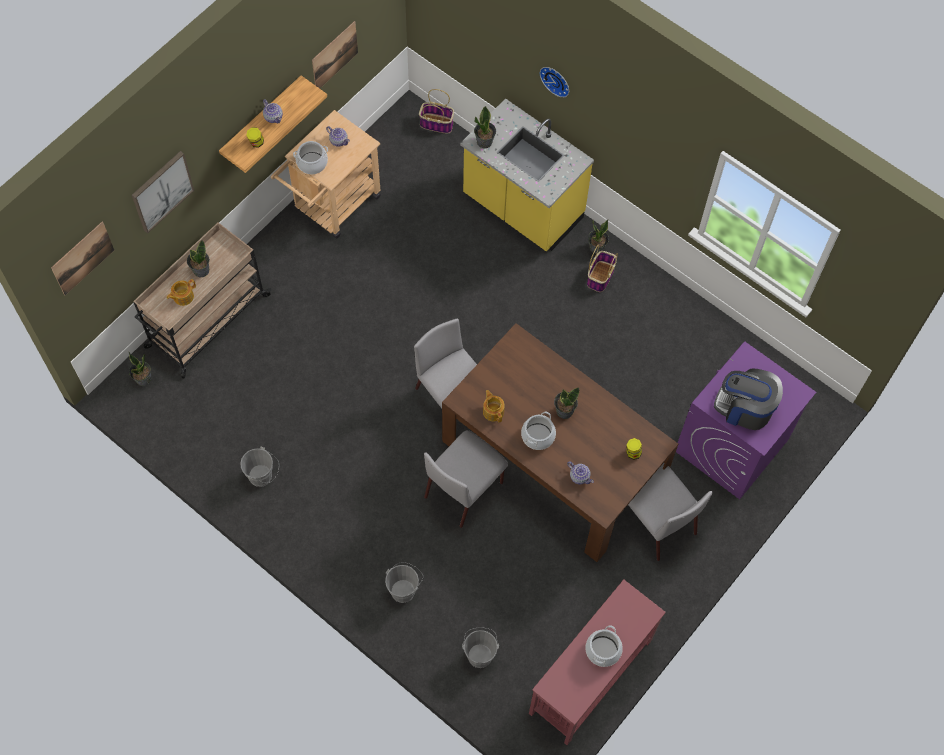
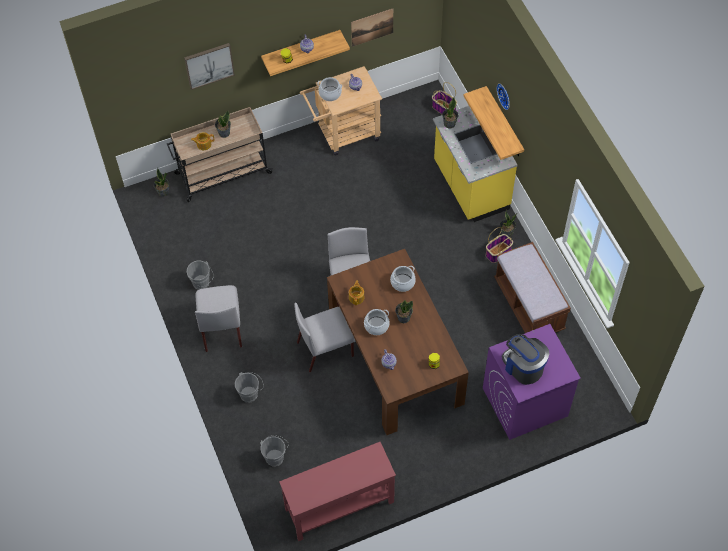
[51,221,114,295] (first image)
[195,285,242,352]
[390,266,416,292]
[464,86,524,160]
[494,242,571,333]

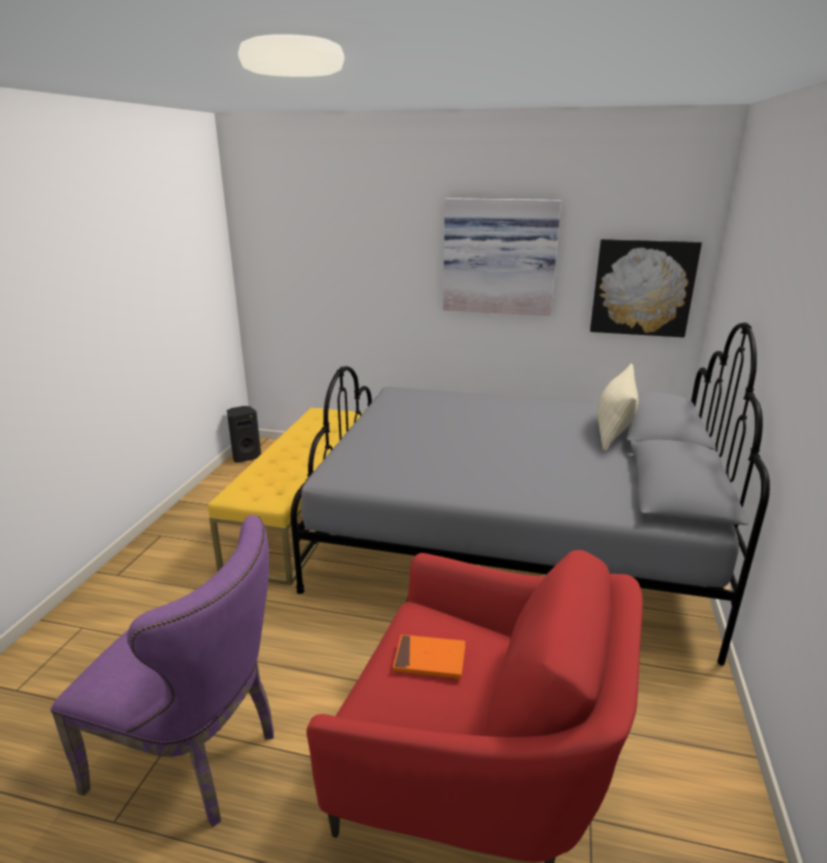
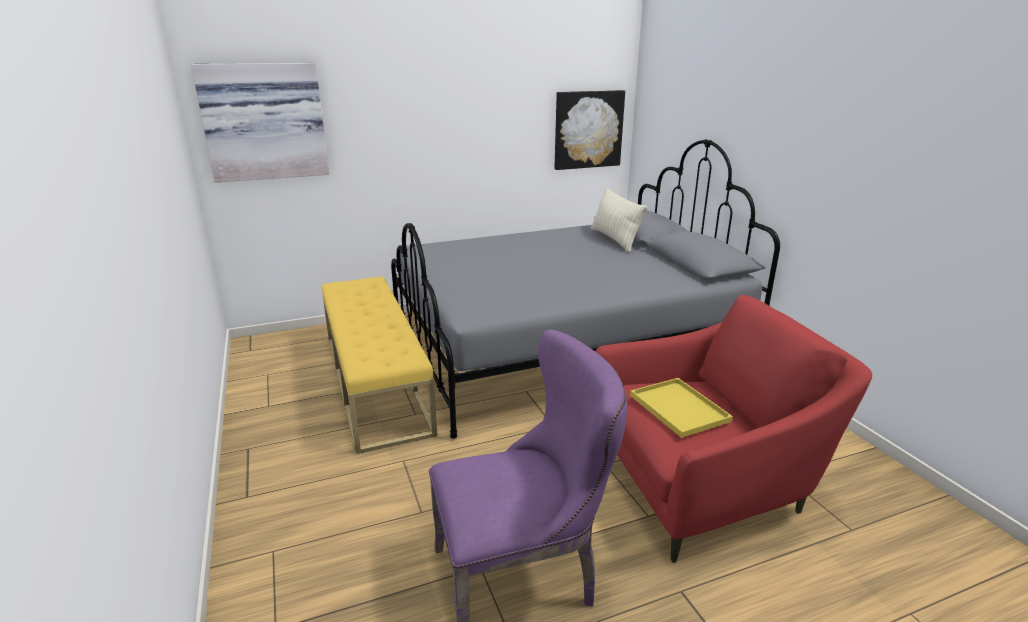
[191,63,329,183]
[227,406,261,463] (first image)
[630,378,733,438]

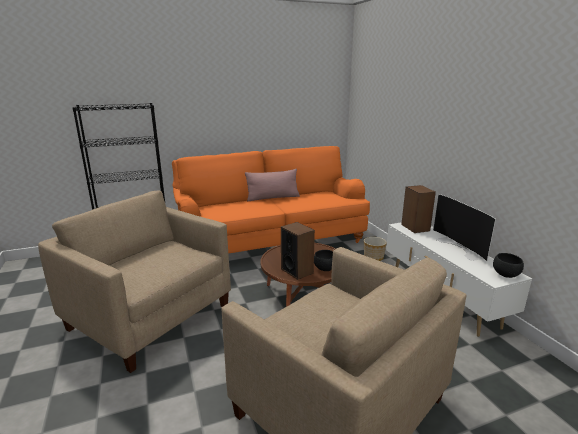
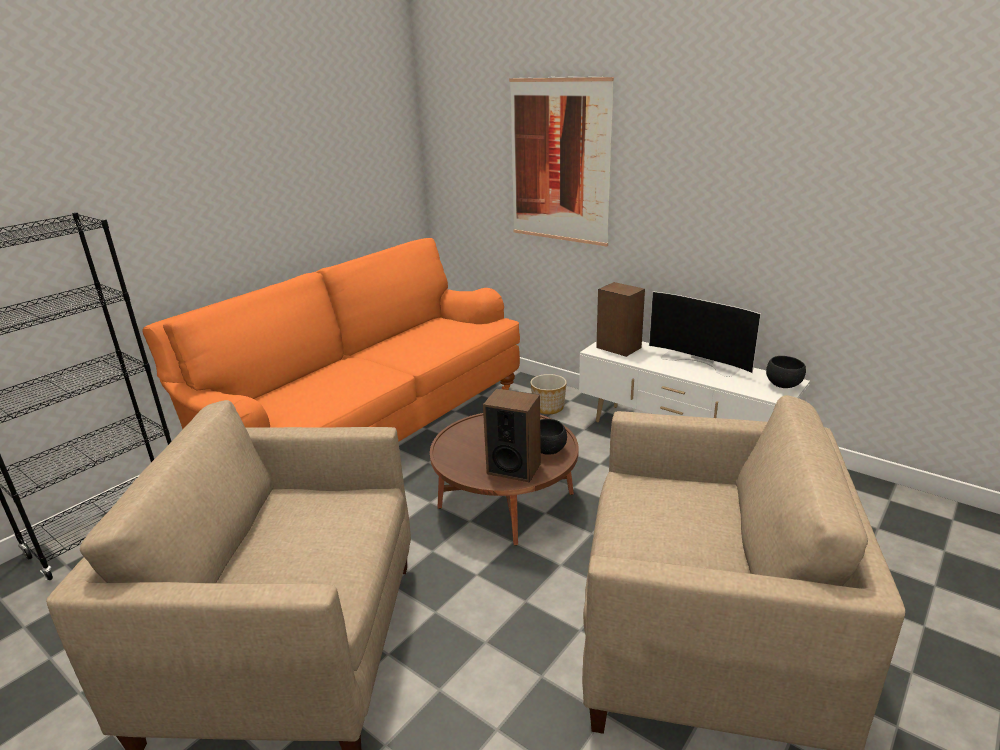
[245,169,300,201] (first image)
[509,76,614,246]

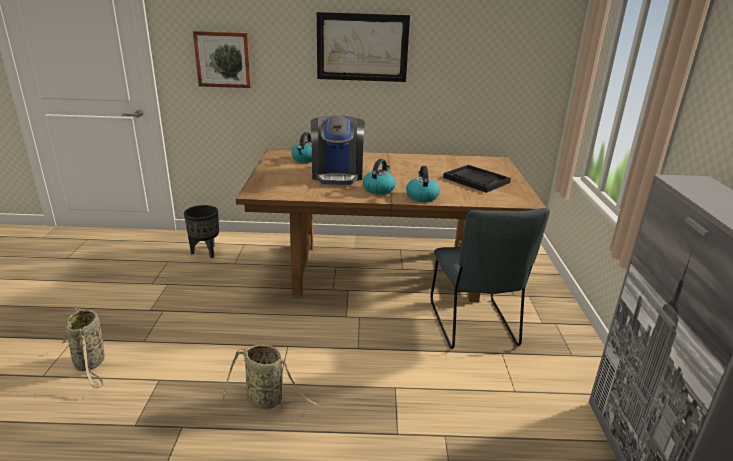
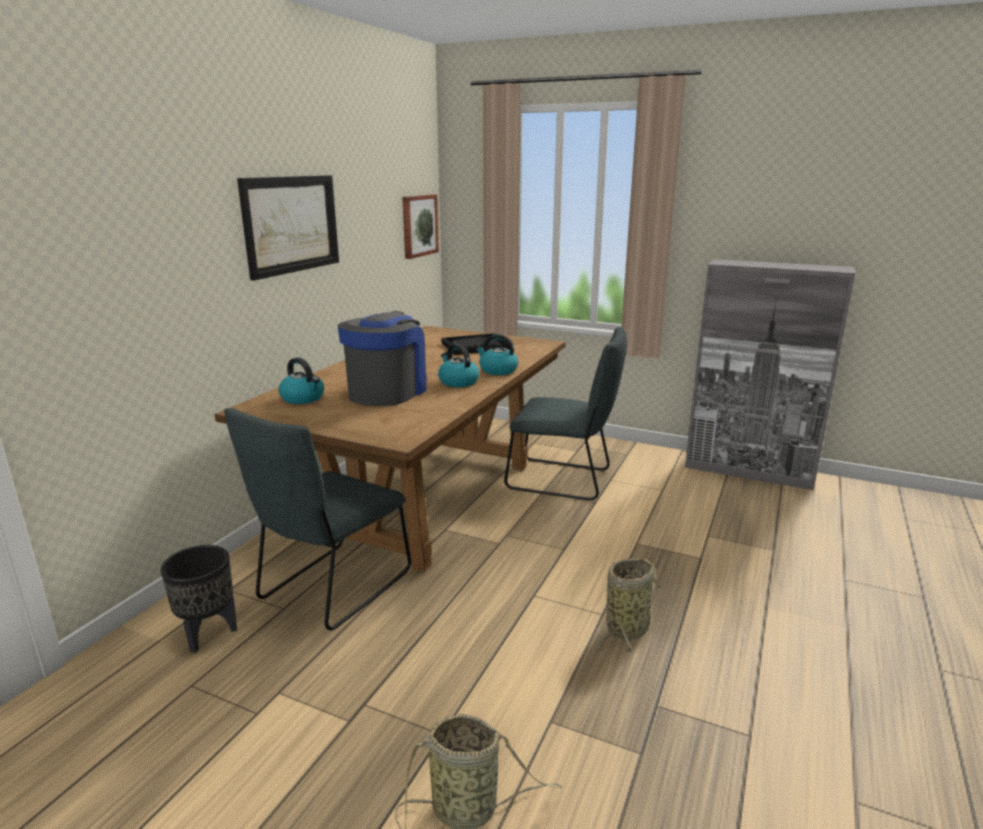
[402,194,439,259]
[337,311,427,406]
[224,408,411,630]

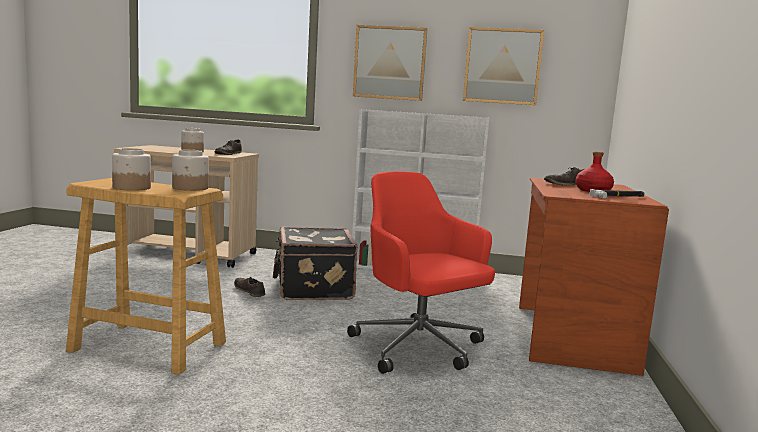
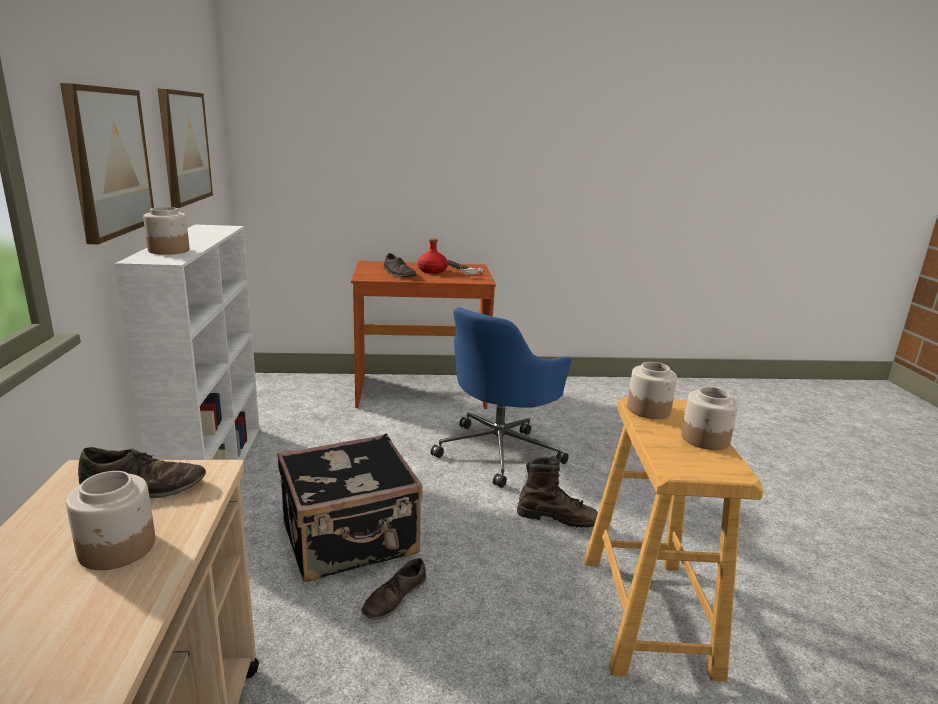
[431,307,571,488]
[143,207,190,255]
[517,456,598,528]

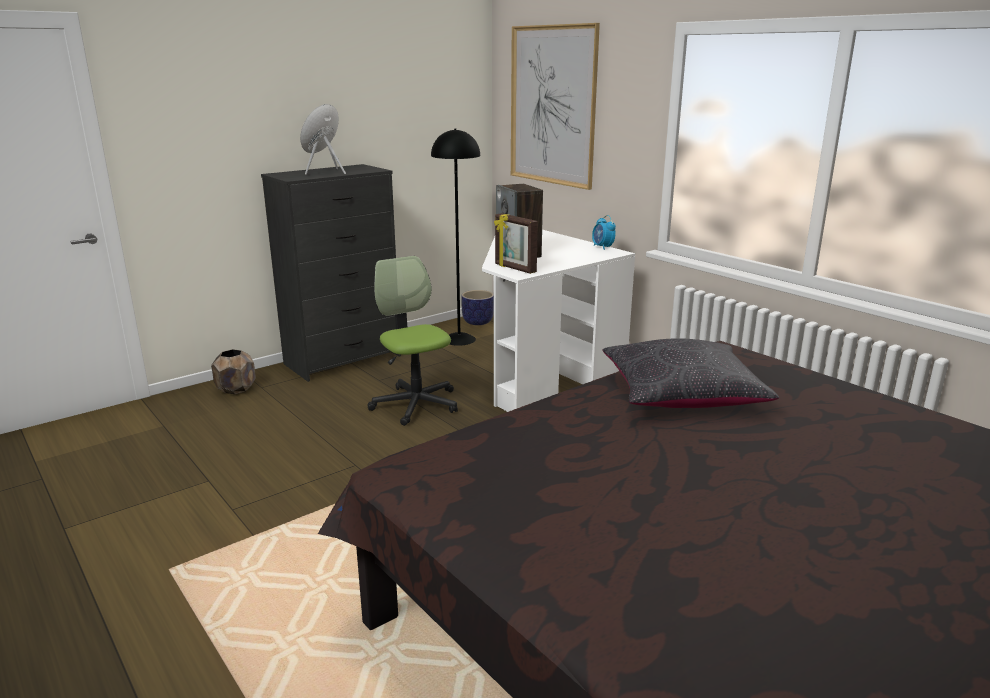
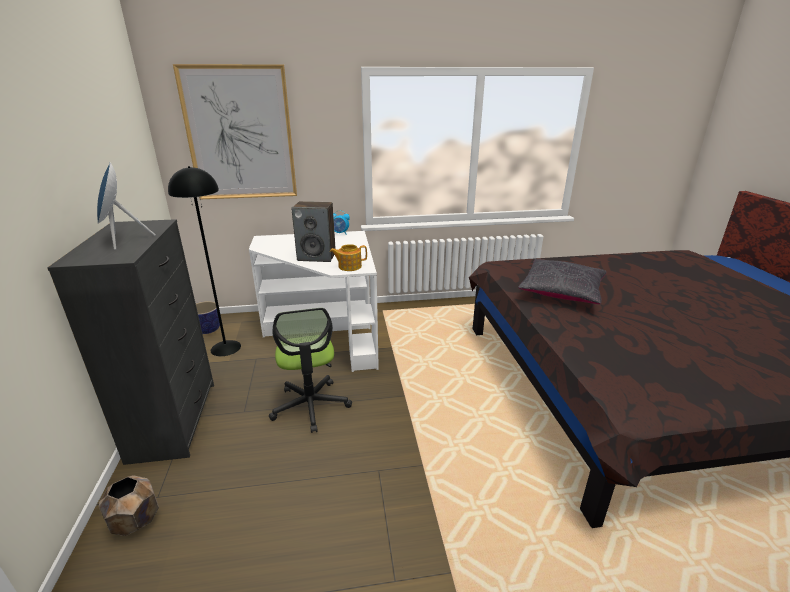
[330,244,367,271]
[269,308,352,433]

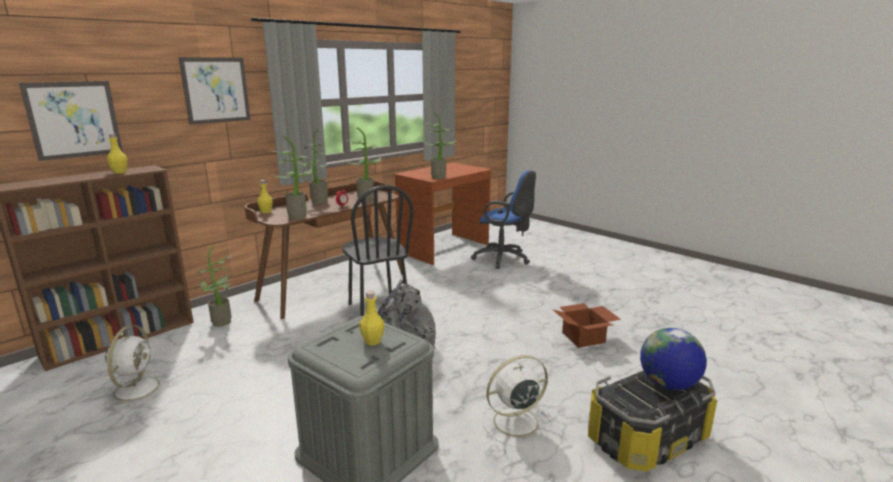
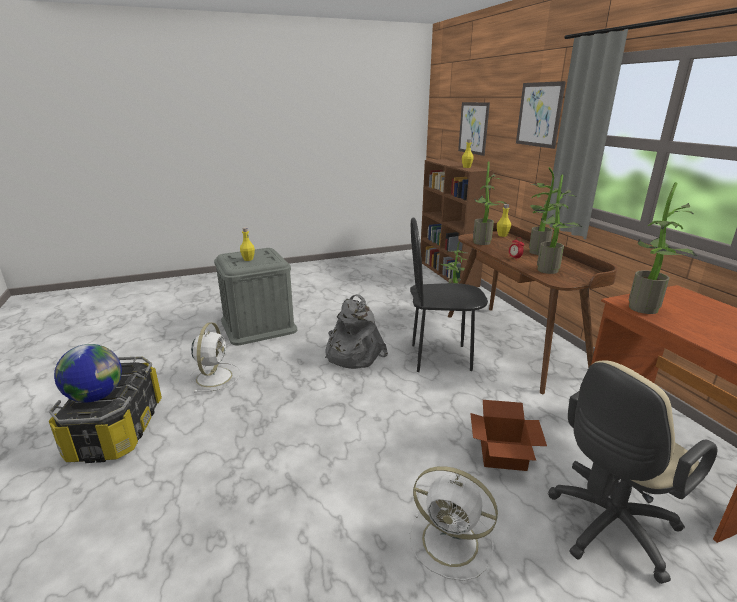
[548,360,717,584]
[470,400,547,471]
[410,466,498,581]

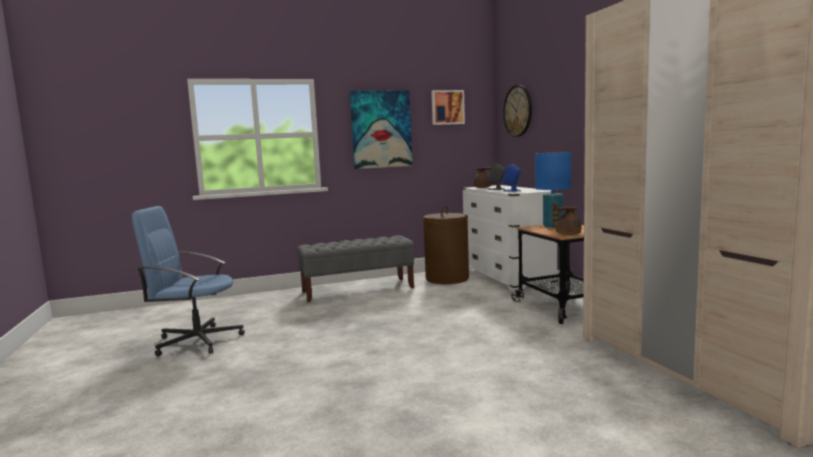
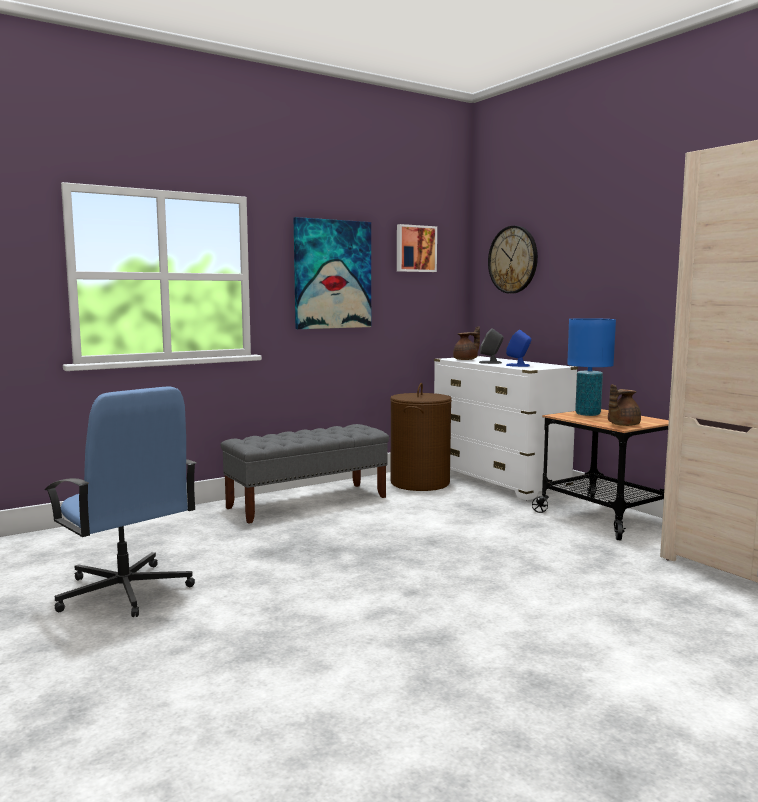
[45,386,196,617]

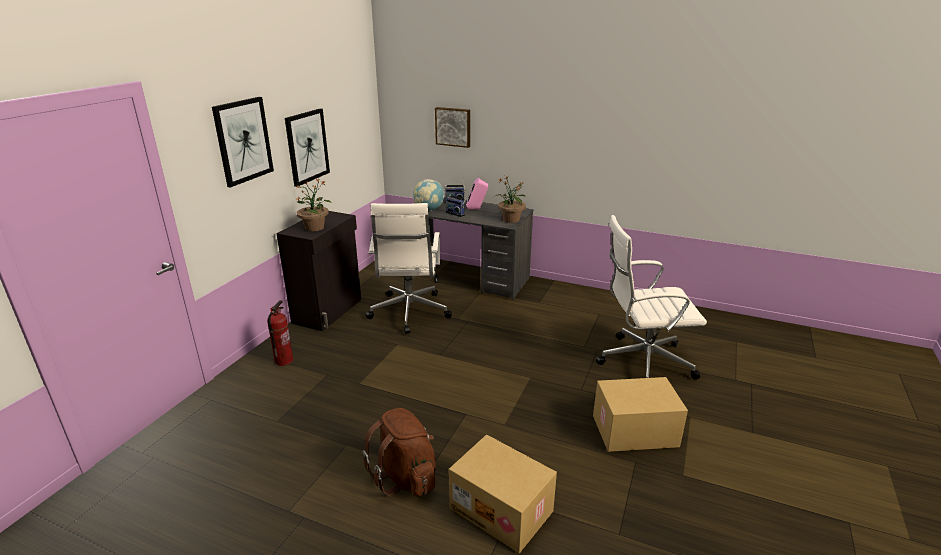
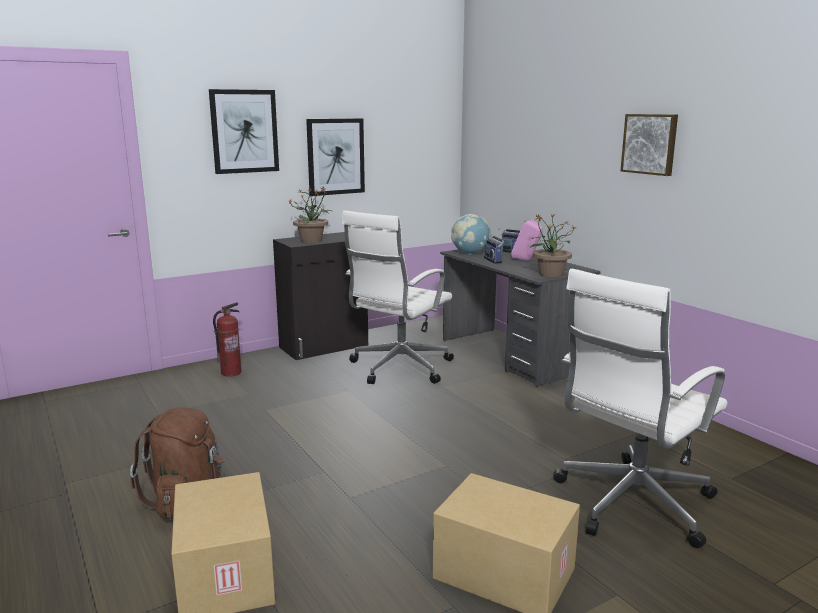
[620,114,678,176]
[554,269,727,548]

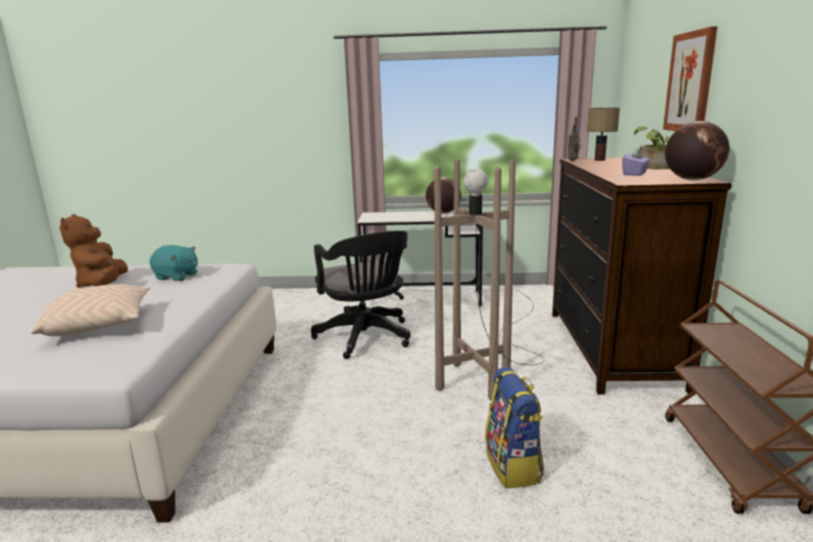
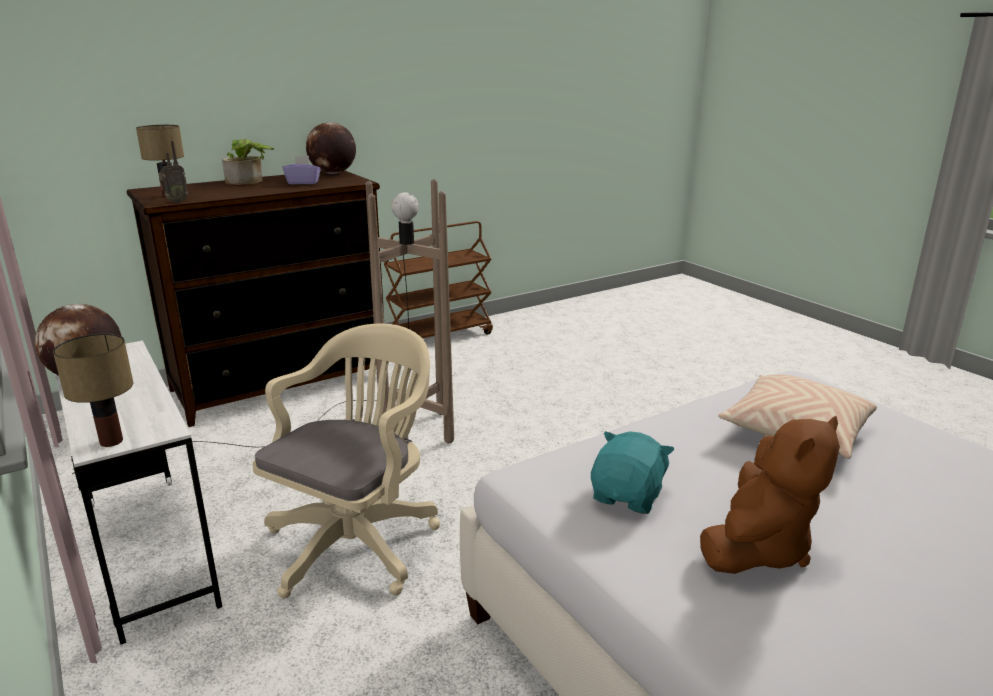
[663,26,718,131] (first image)
[252,323,440,598]
[591,431,675,514]
[485,367,544,488] (first image)
[53,333,133,447]

